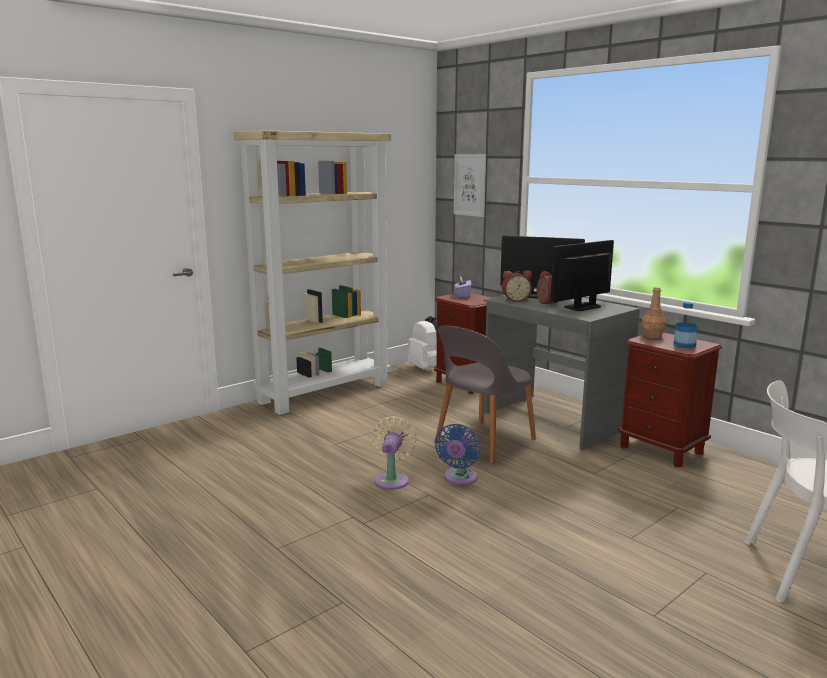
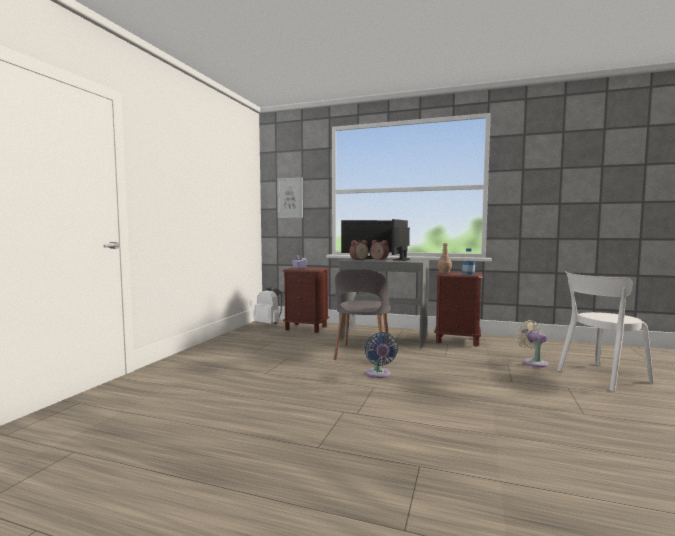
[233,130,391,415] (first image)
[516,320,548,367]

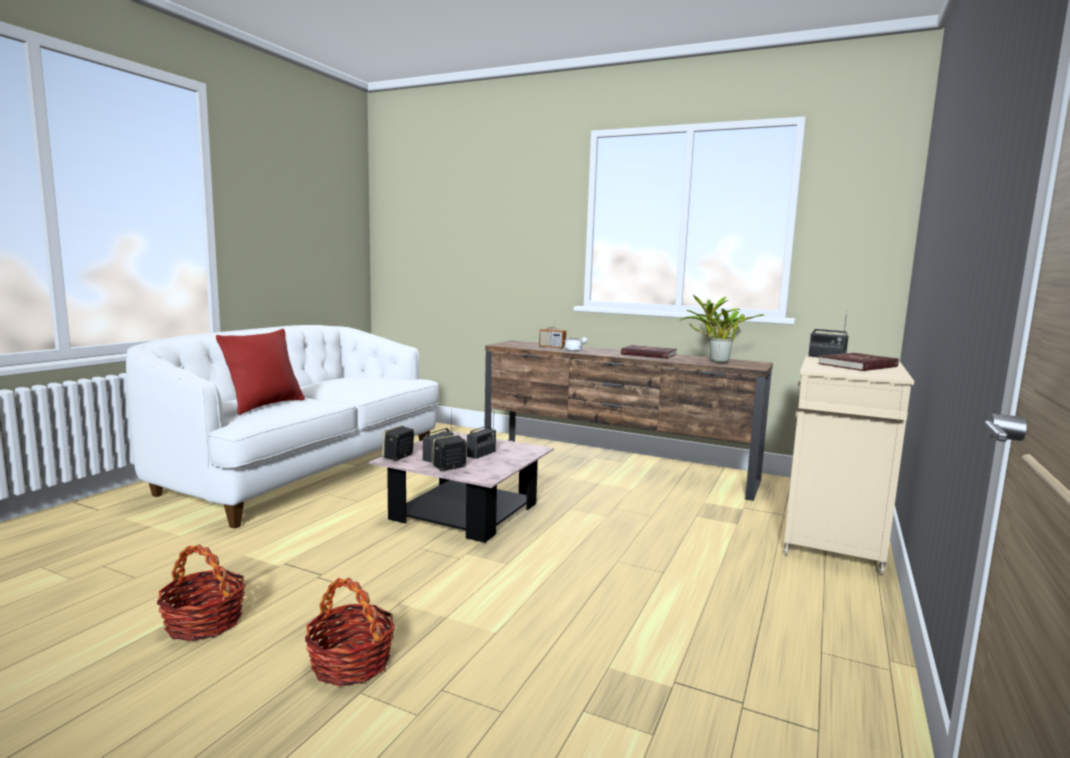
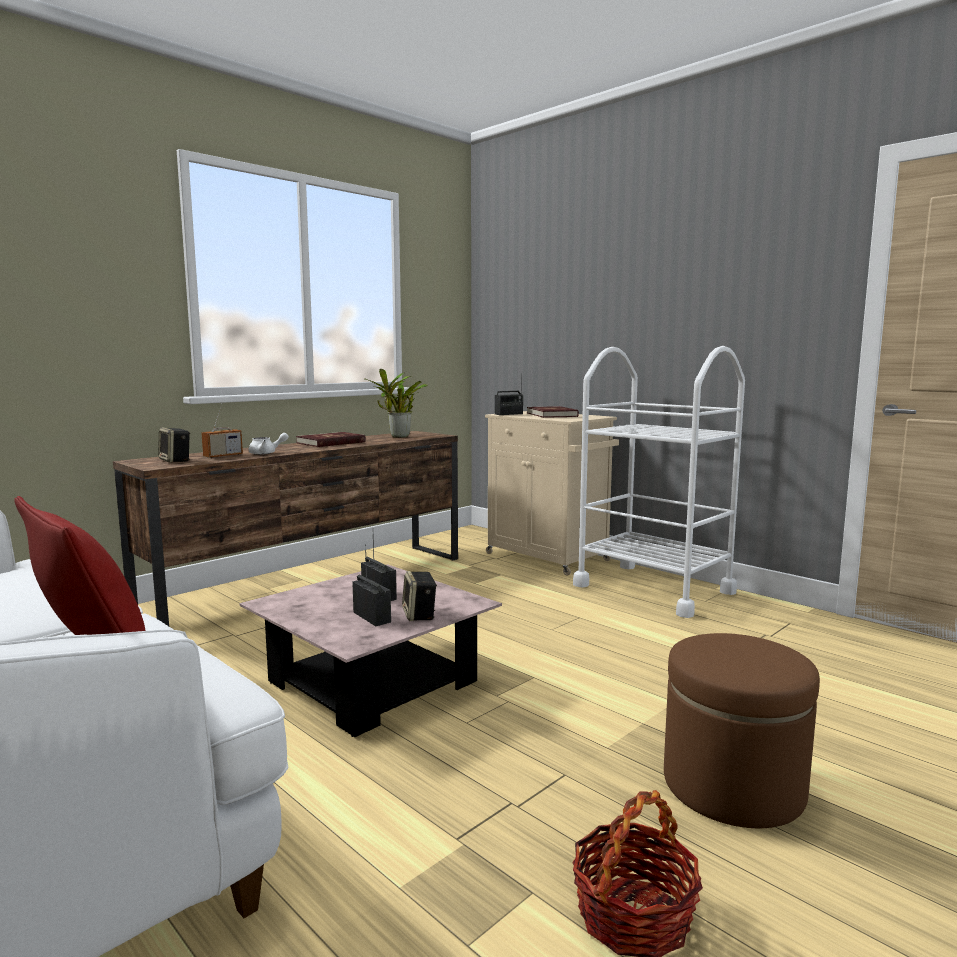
[158,427,190,462]
[664,633,820,828]
[573,346,745,618]

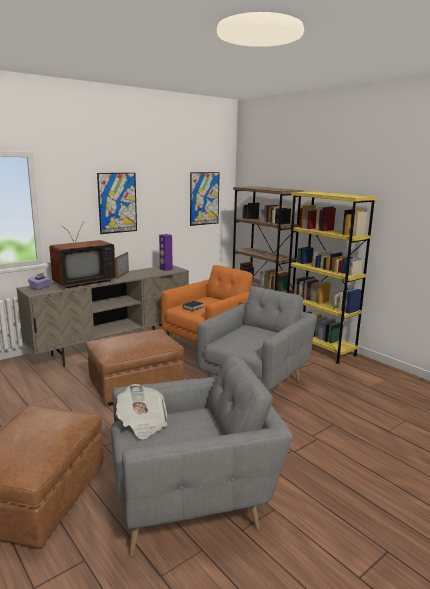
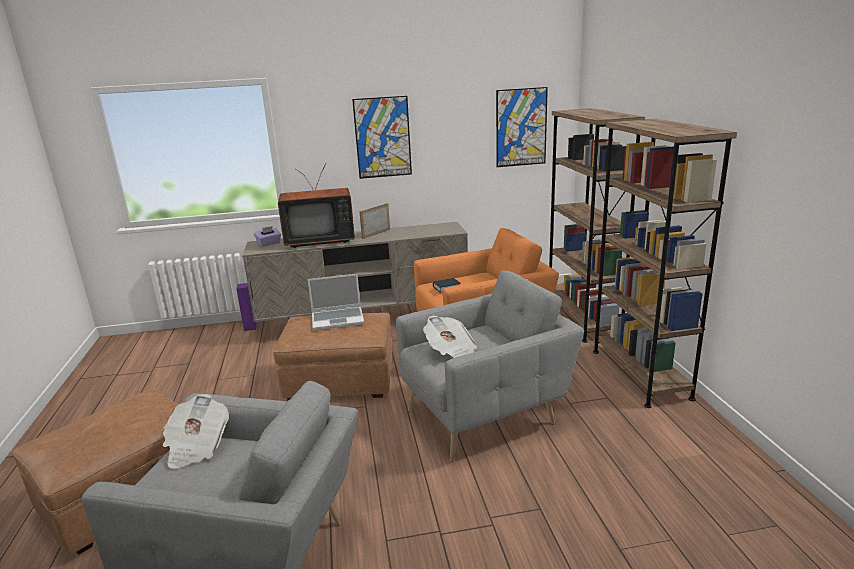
[593,119,737,408]
[236,283,257,331]
[308,274,364,330]
[423,316,477,358]

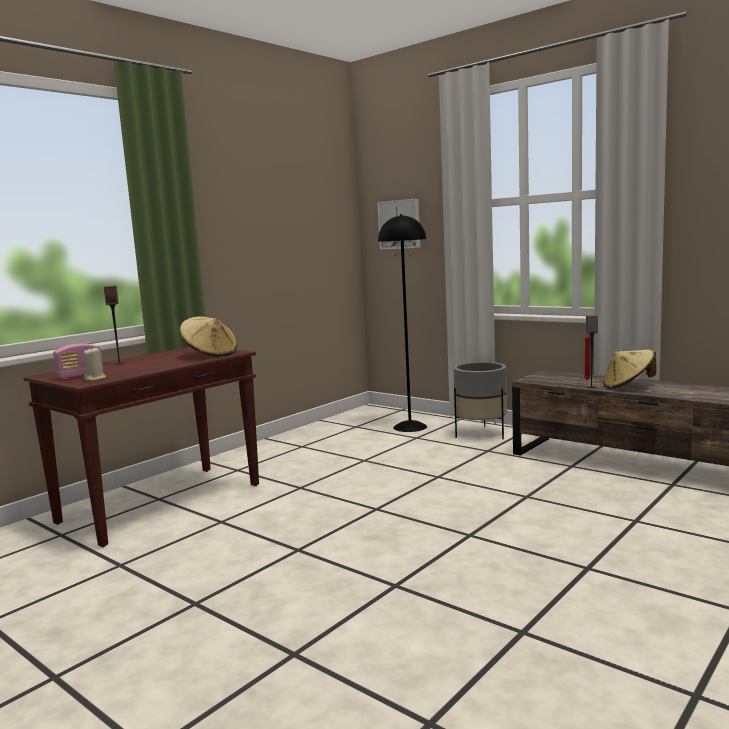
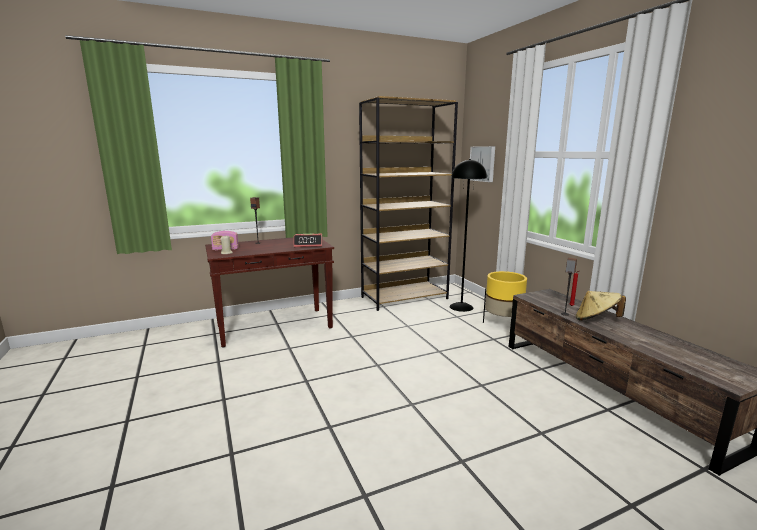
[294,234,323,247]
[483,271,527,323]
[359,96,458,311]

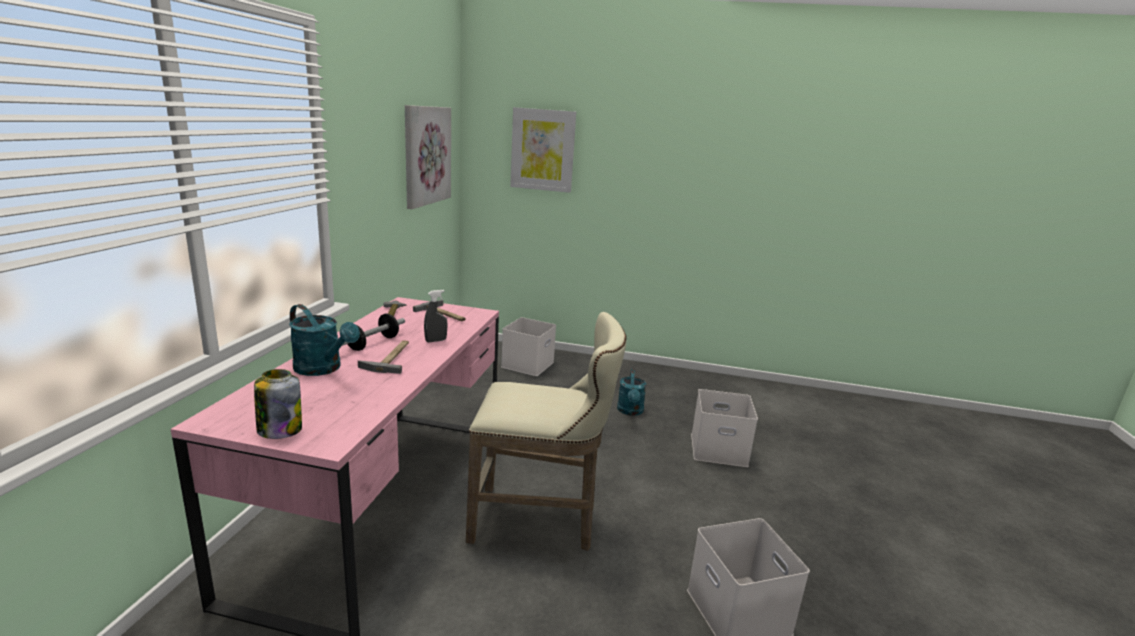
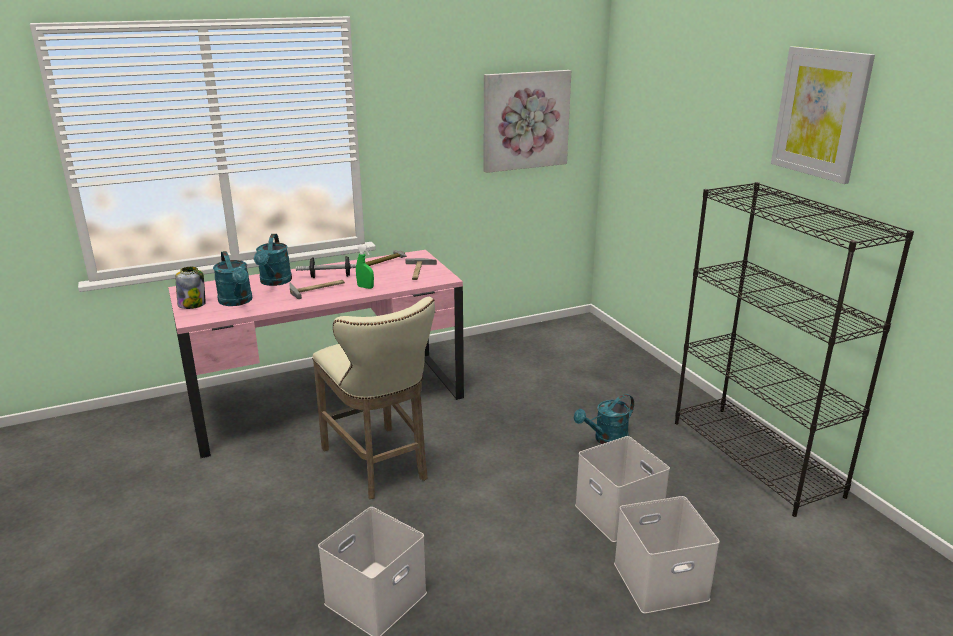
[771,46,875,184]
[356,245,374,289]
[614,496,720,614]
[675,182,914,517]
[213,251,253,306]

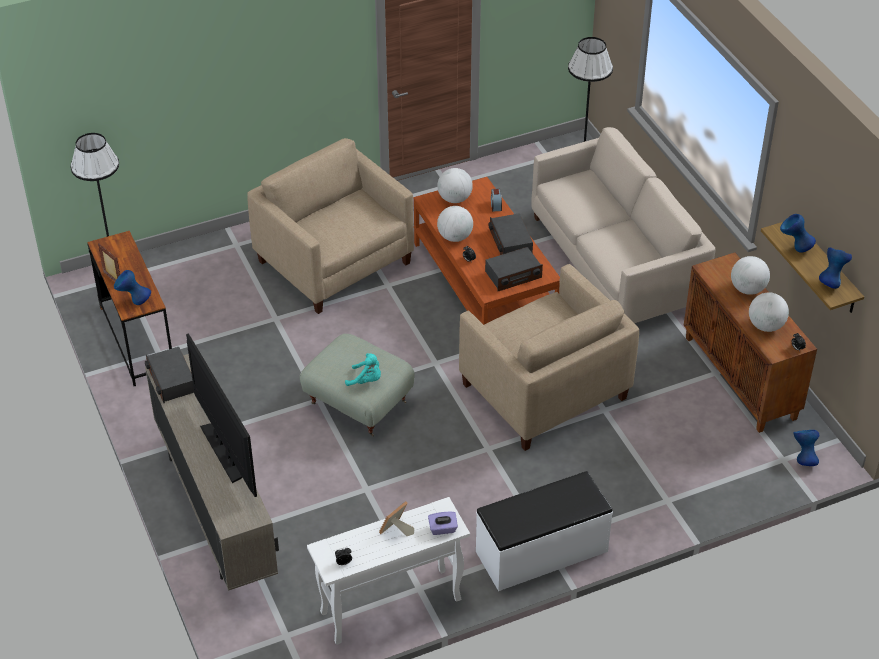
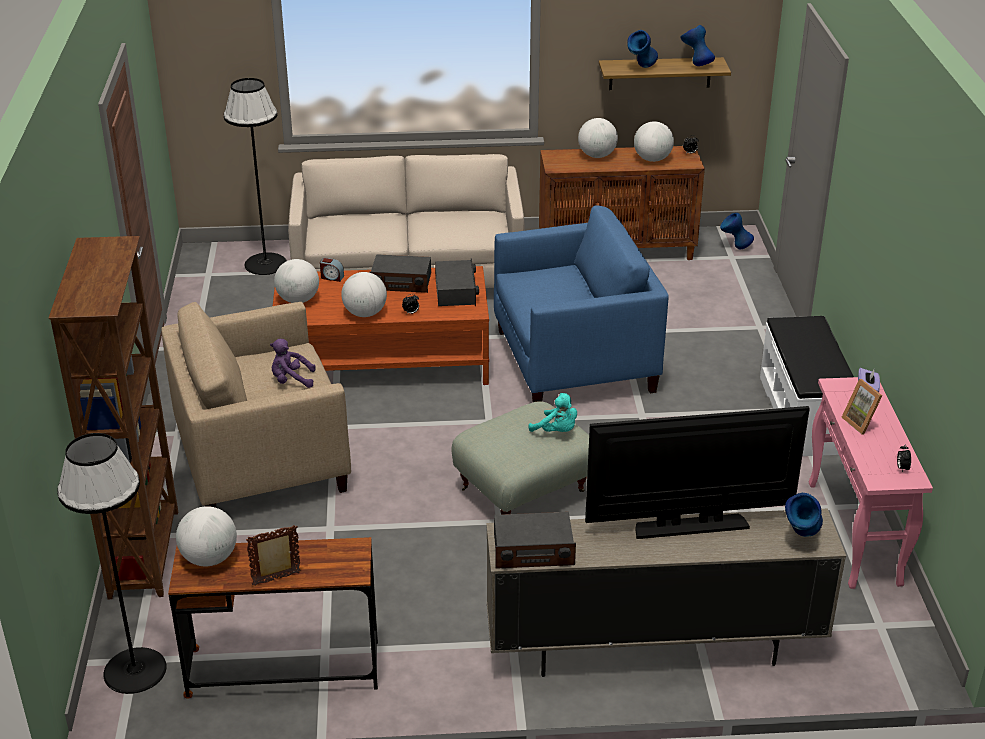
[494,206,669,402]
[785,493,823,537]
[528,393,577,432]
[809,377,933,589]
[48,236,178,599]
[270,339,316,388]
[176,506,237,566]

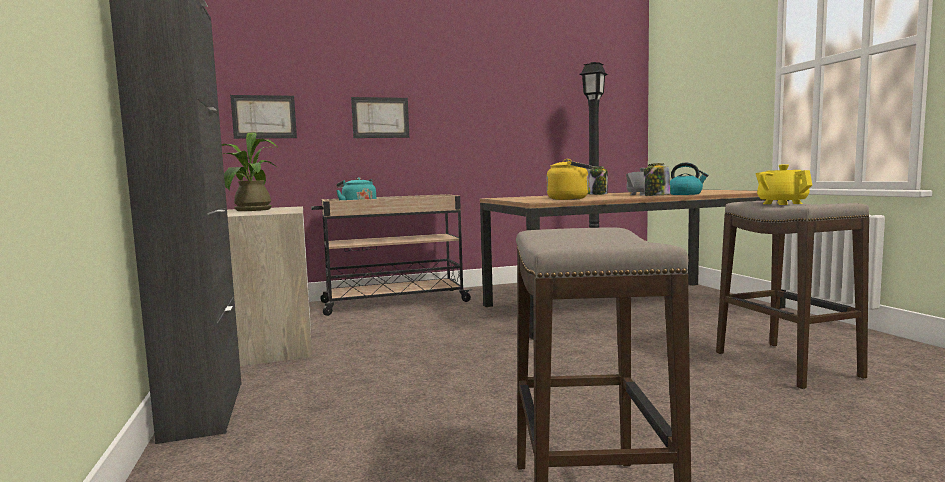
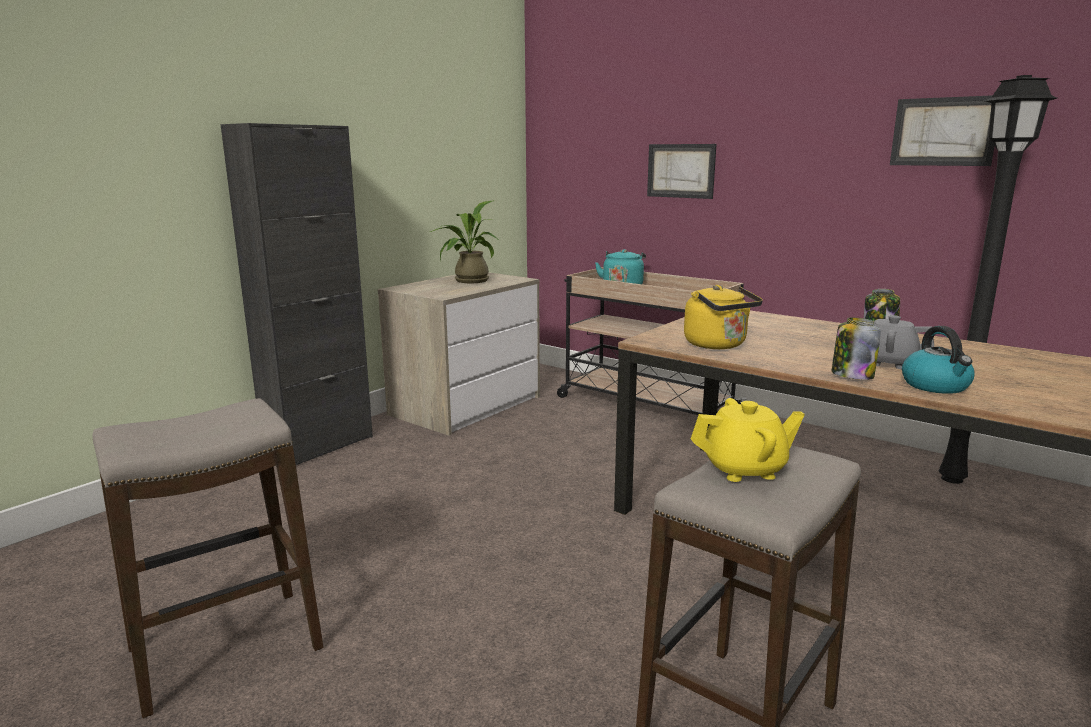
[890,95,995,166]
[691,398,805,482]

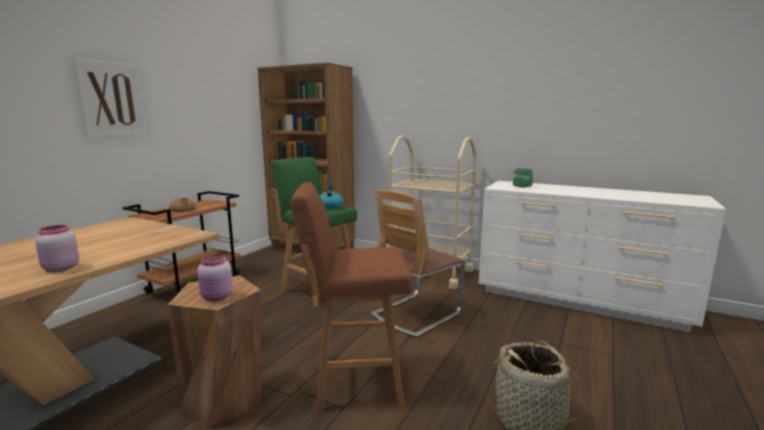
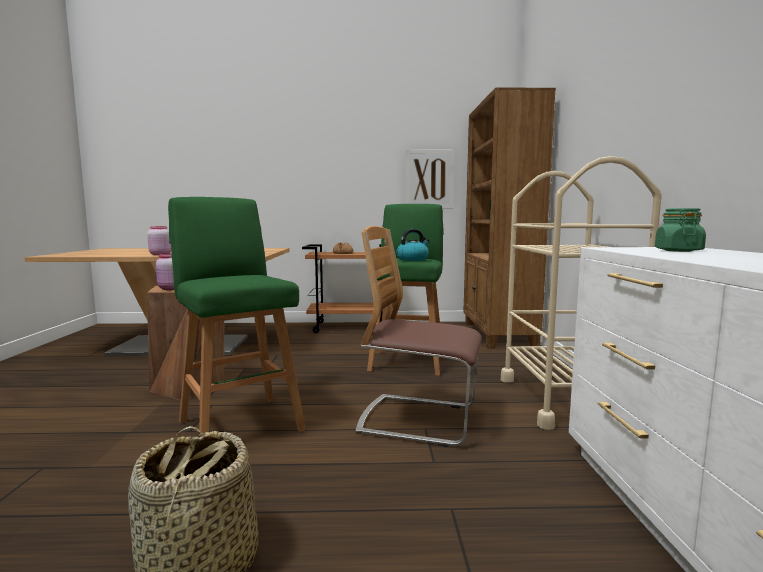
[406,150,454,209]
[168,197,306,434]

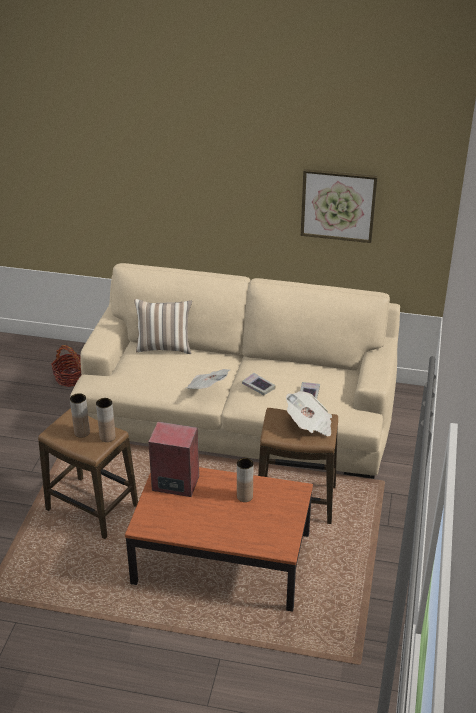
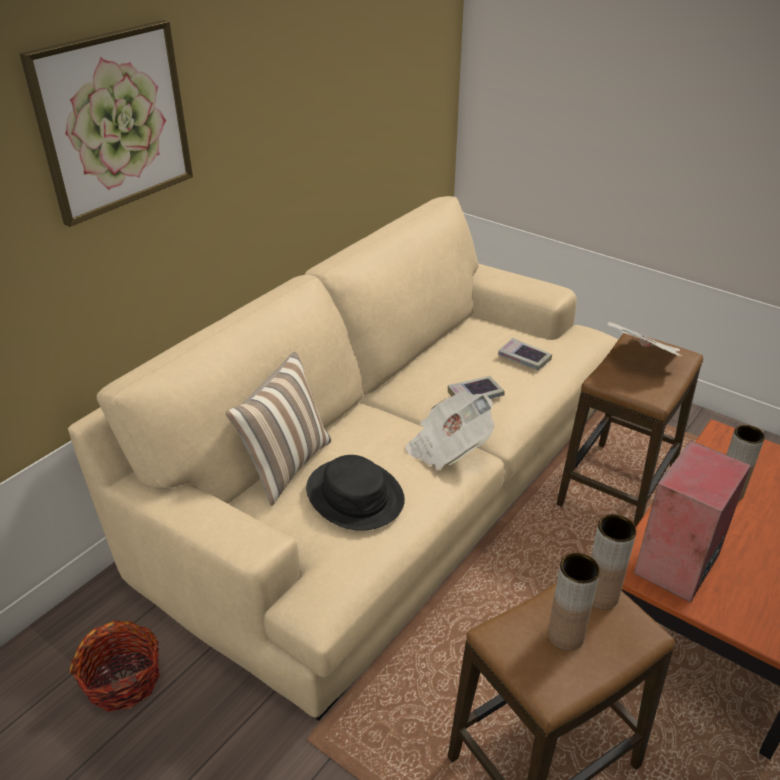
[20,20,193,227]
[306,455,405,531]

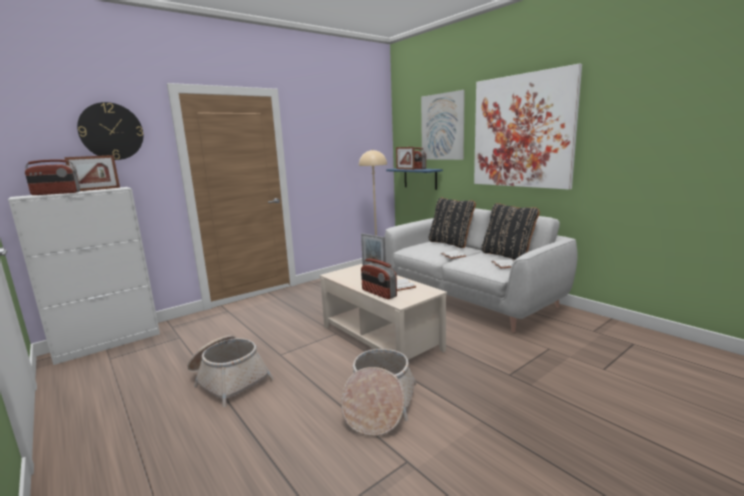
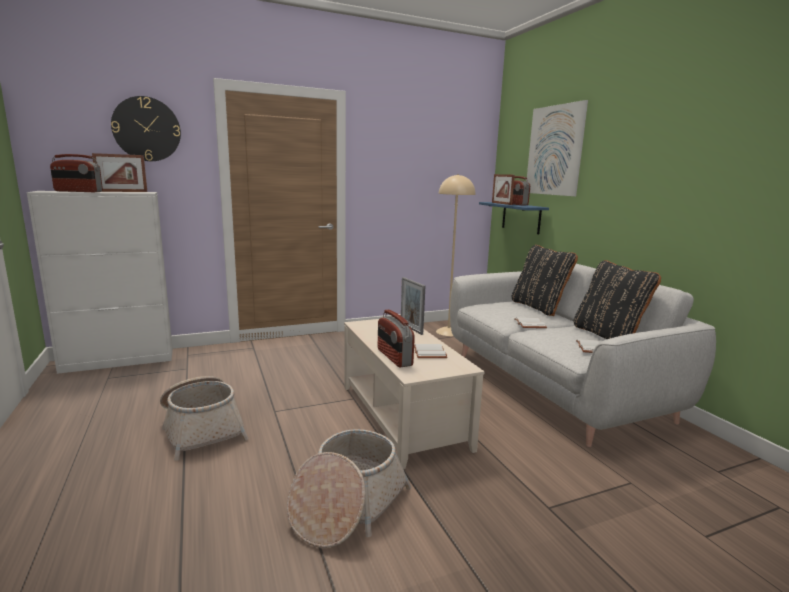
[474,64,582,190] (first image)

